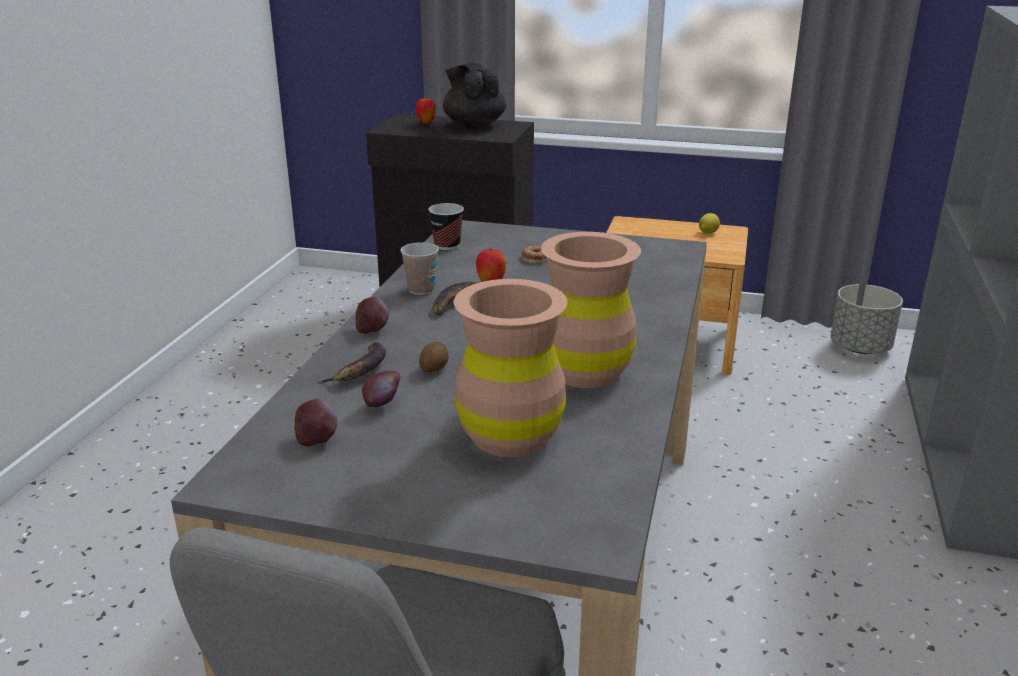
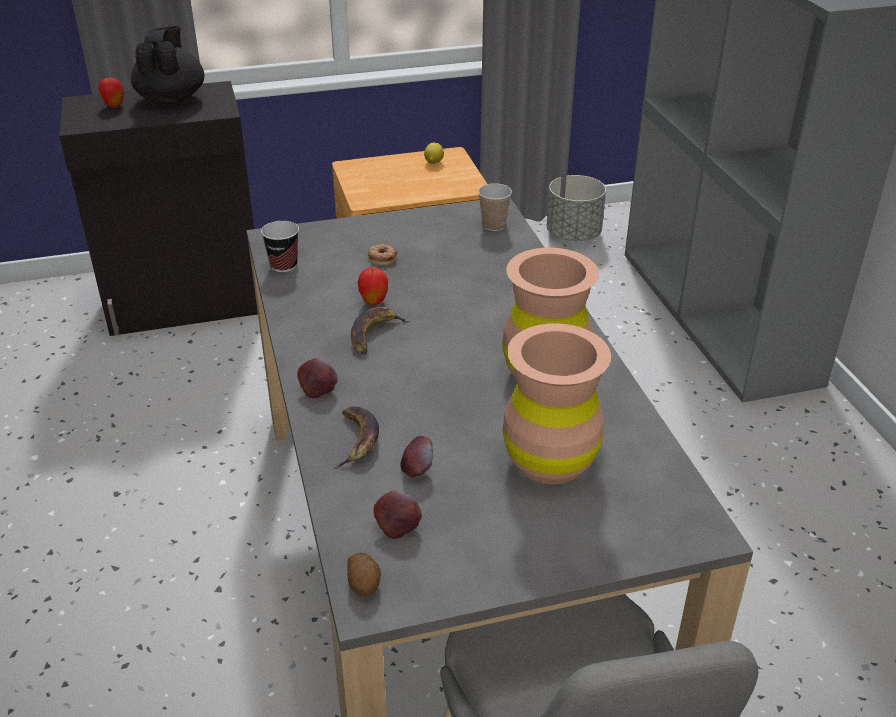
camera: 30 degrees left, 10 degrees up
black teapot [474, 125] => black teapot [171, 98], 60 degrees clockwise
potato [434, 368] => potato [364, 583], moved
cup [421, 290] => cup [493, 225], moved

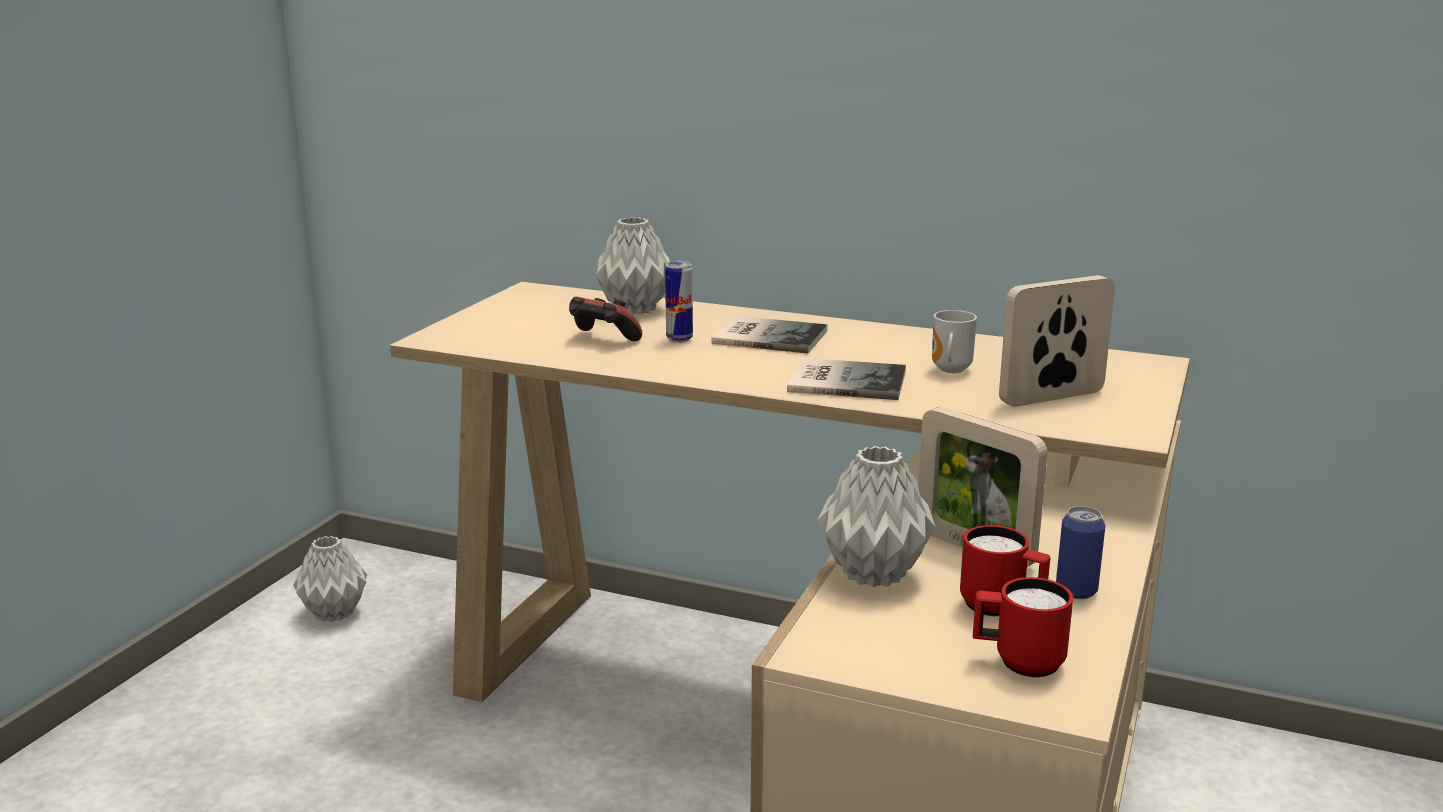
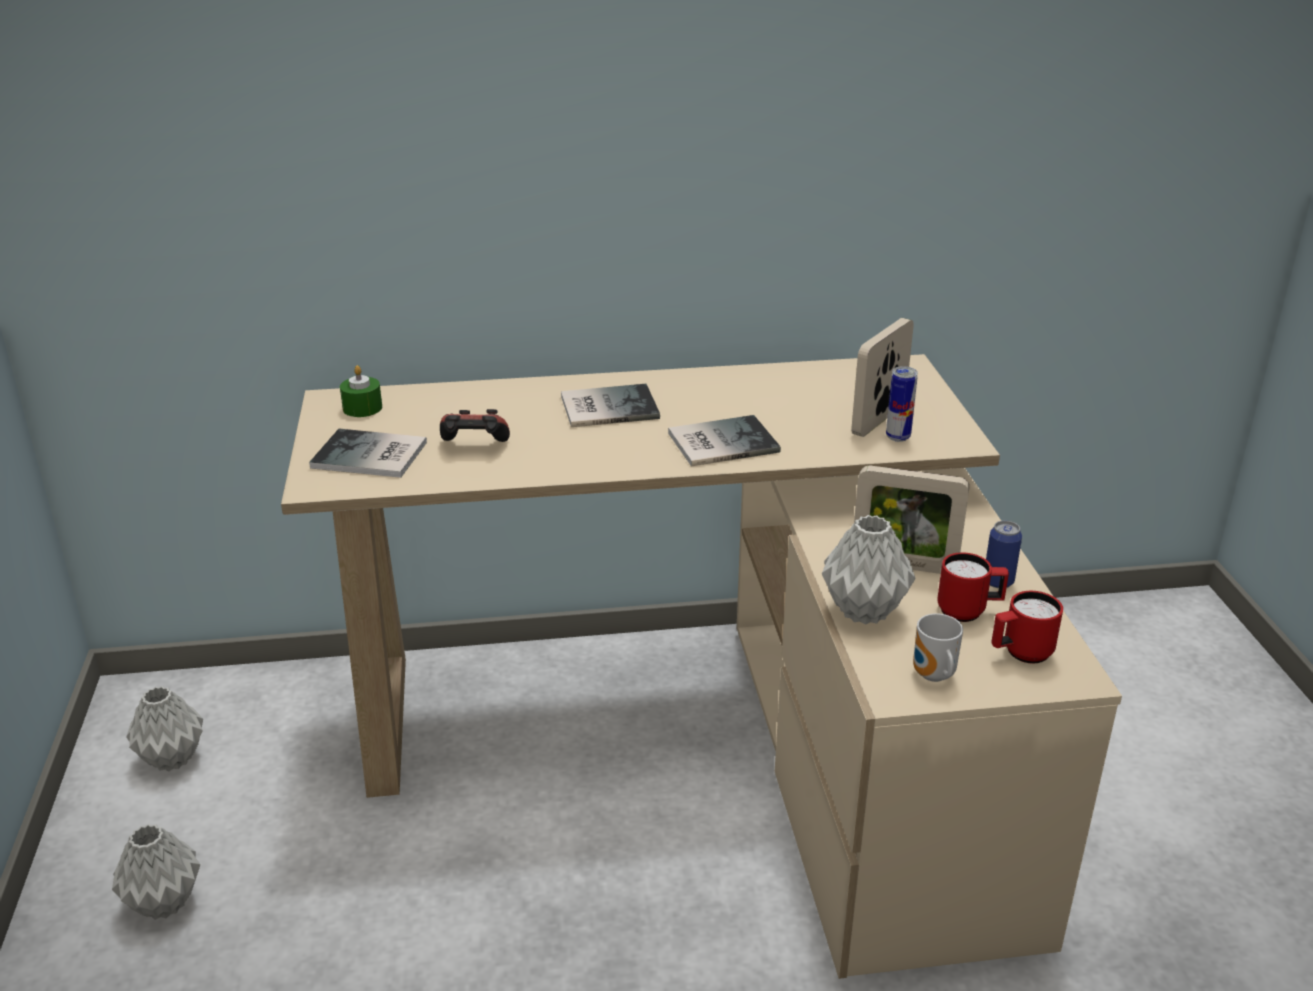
camera: 30 degrees left, 10 degrees up
grey vase [634, 309] => grey vase [163, 902], moved
nothing => book [371, 457]
nothing => green candle [362, 408]
can [679, 339] => can [898, 437], moved
mug [949, 370] => mug [932, 677], moved

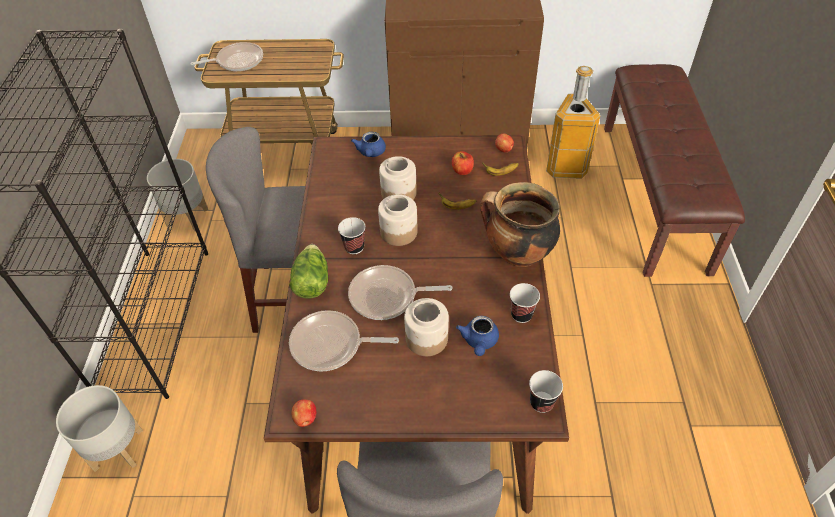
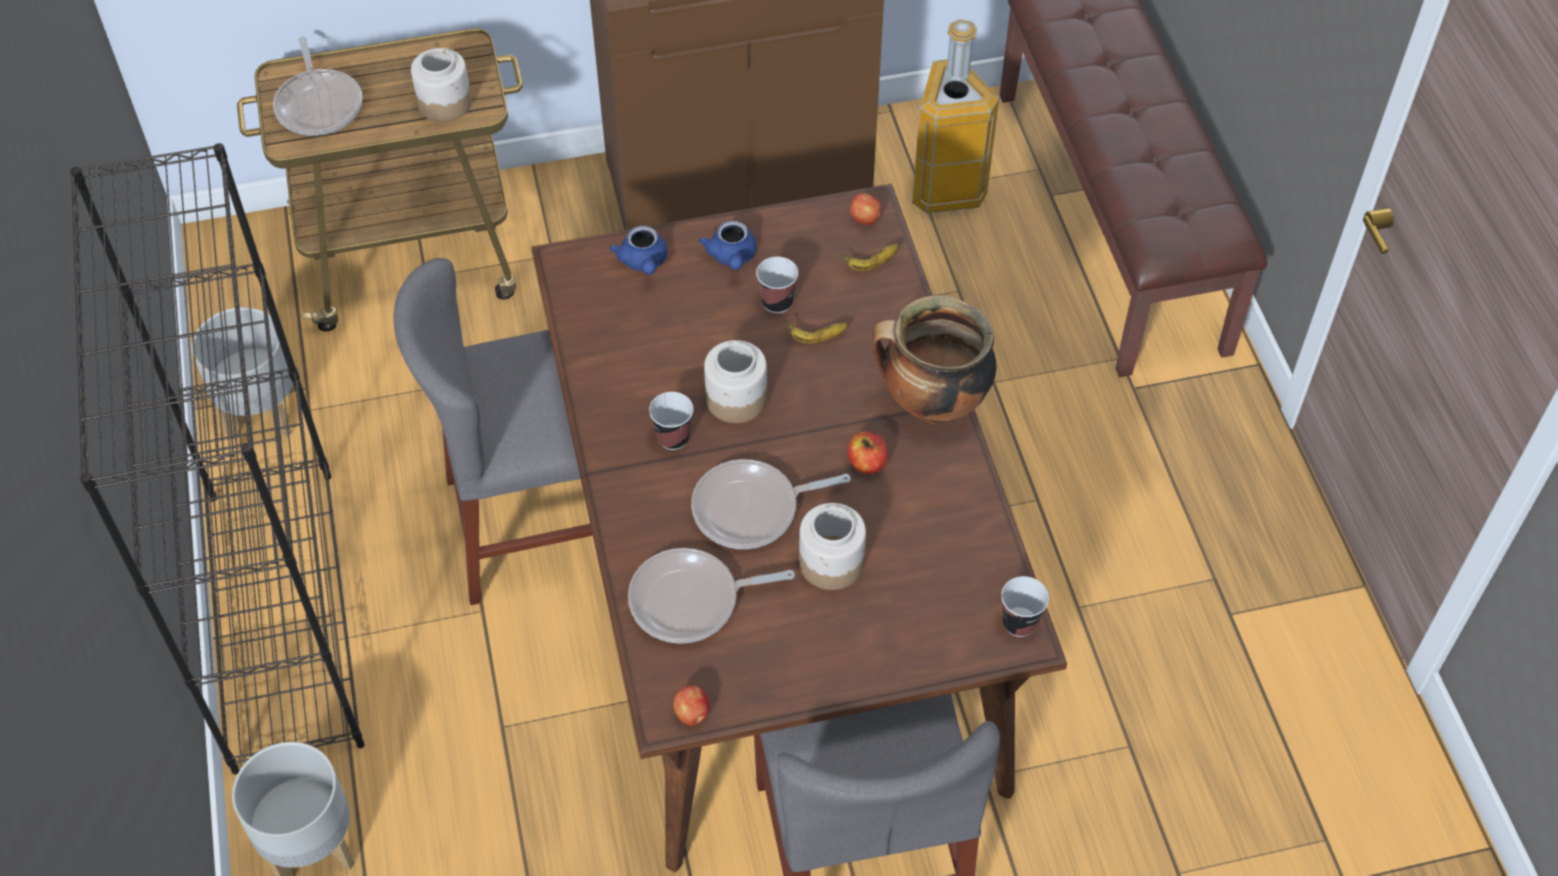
camera: 15 degrees left, 5 degrees up
frying pan [237, 61] => frying pan [319, 104], 105 degrees clockwise
jar [399, 193] => jar [445, 103], moved
blue teapot [479, 342] => blue teapot [732, 257], moved
cup [521, 314] => cup [777, 302], moved
apple [462, 170] => apple [867, 463], moved
lettuce [311, 281] => nothing

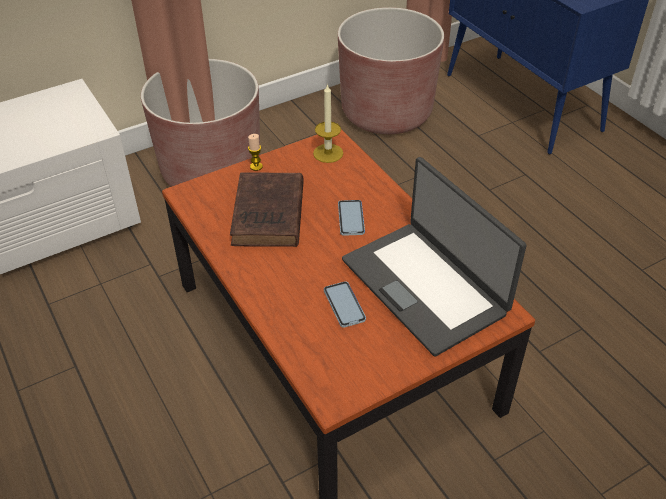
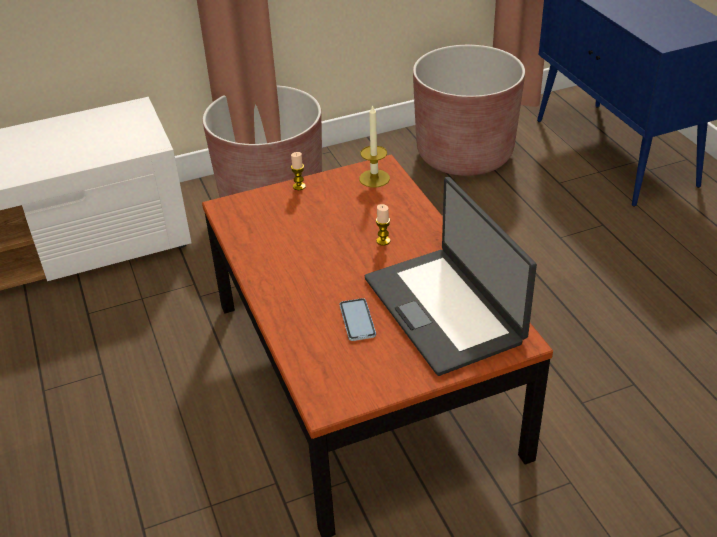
camera: 10 degrees right, 5 degrees down
phone [351, 218] => candle [383, 241]
brown book [268, 216] => nothing

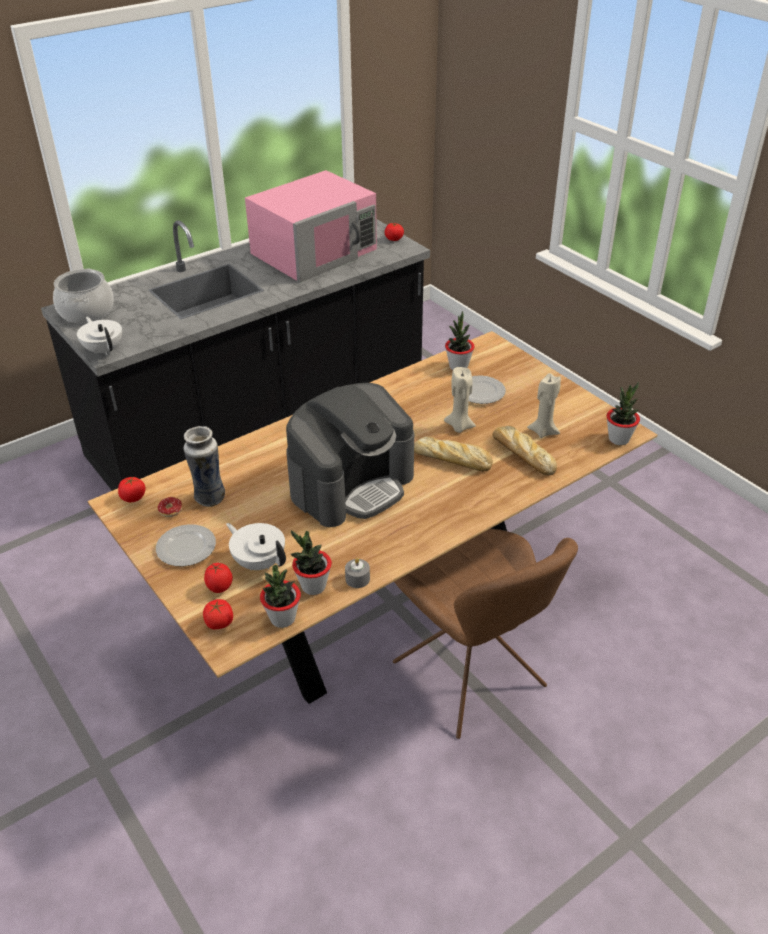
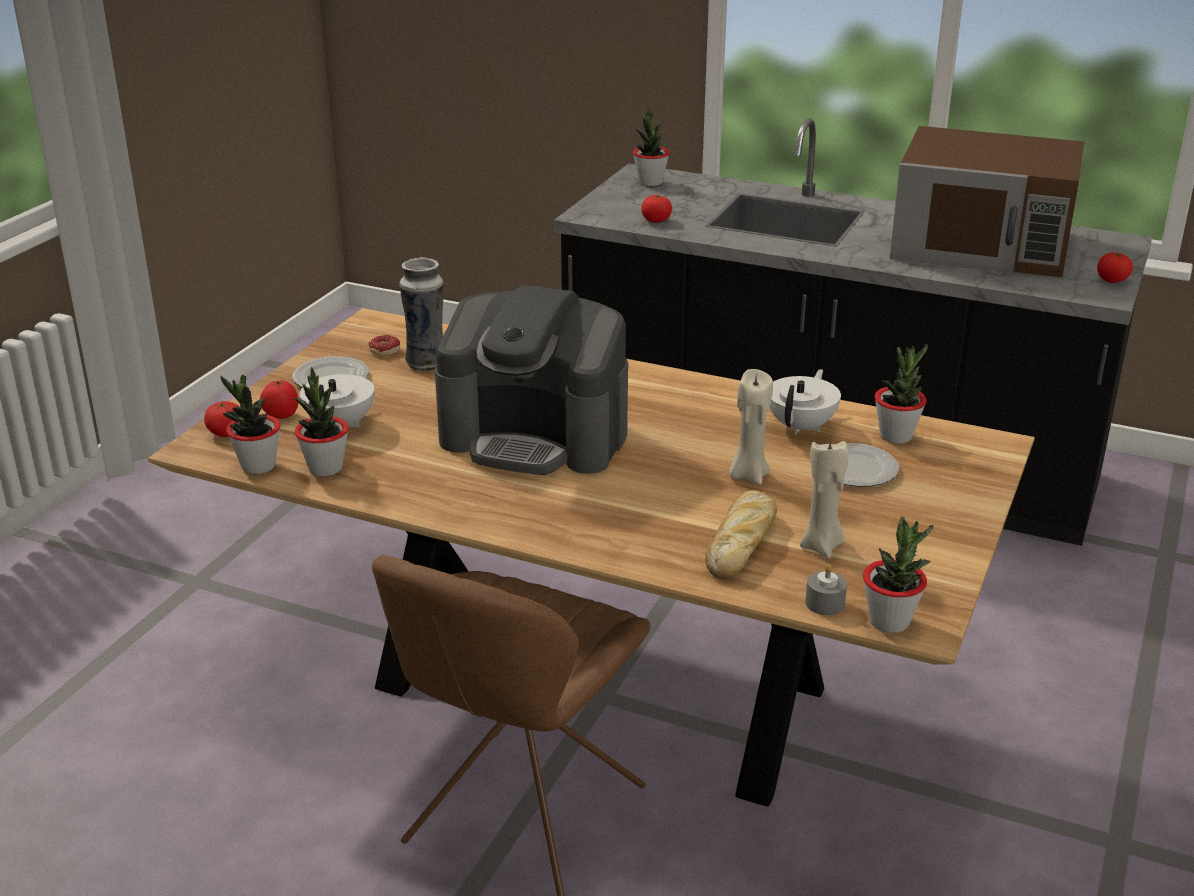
camera: 60 degrees right, 10 degrees down
cooking pot [86, 311] => potted plant [650, 182]
tomato [133, 497] => tomato [656, 220], moved
white teapot [104, 350] => white teapot [802, 426], moved
grey candle [357, 579] => grey candle [825, 603], moved
pink microwave [315, 251] => brown microwave [982, 245]
bread [453, 459] => nothing

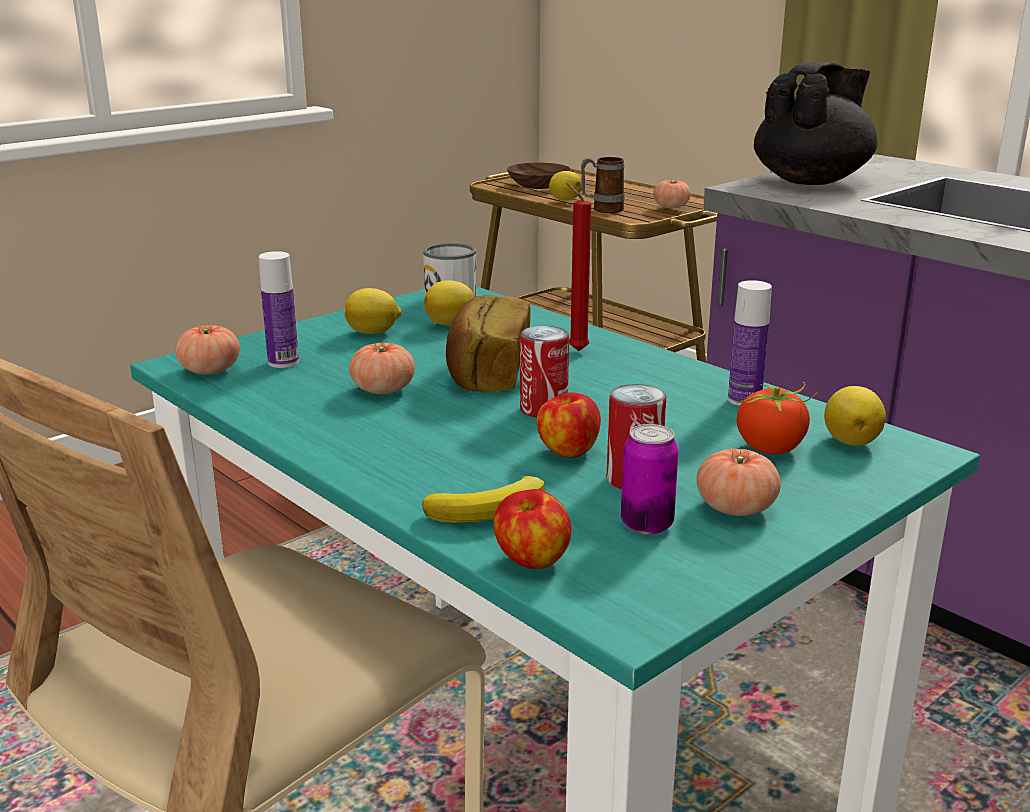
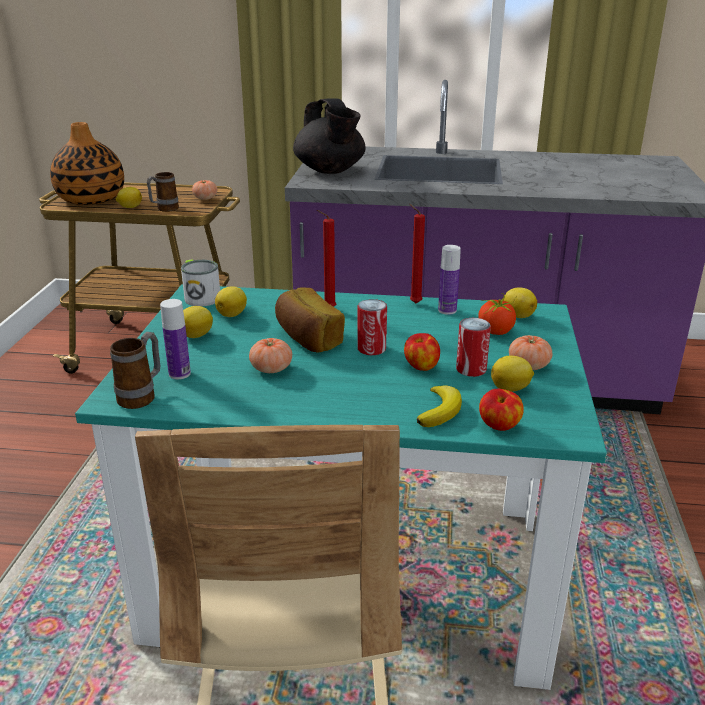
camera: 40 degrees left, 5 degrees up
brown bowl [540, 185] => vase [92, 199]
tomato [210, 370] => mug [142, 396]
black teapot [812, 181] => black teapot [330, 171], 150 degrees clockwise
nothing => red candle [413, 303]
can [647, 524] => lemon [511, 389]

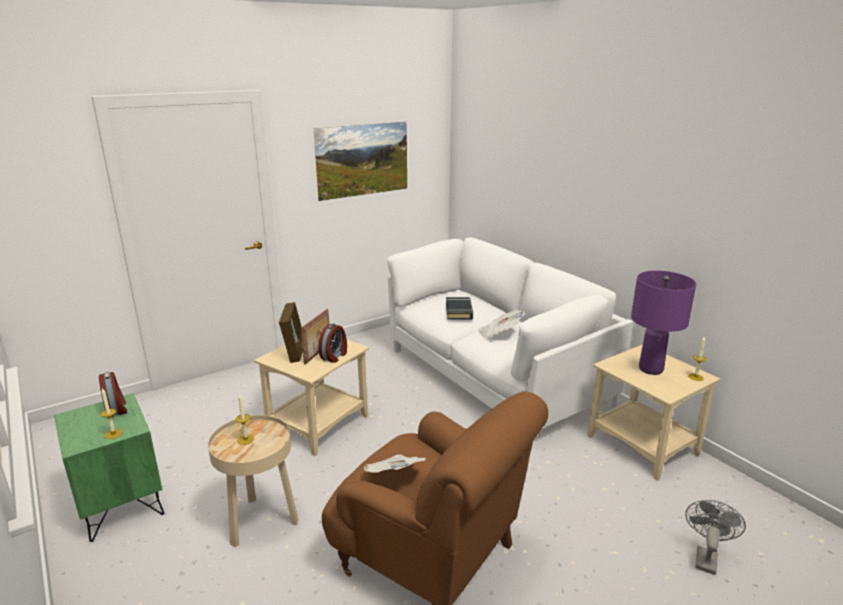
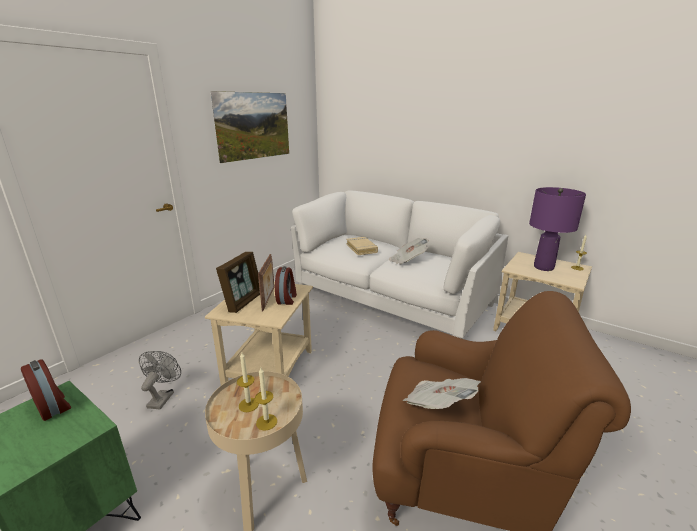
camera: 20 degrees left, 0 degrees up
grey fan [705, 557] => grey fan [163, 397], moved
picture frame [294, 352] => picture frame [243, 302], 45 degrees clockwise
candle [113, 434] => candle [266, 422], moved
black book [459, 311] => beige book [362, 248]

